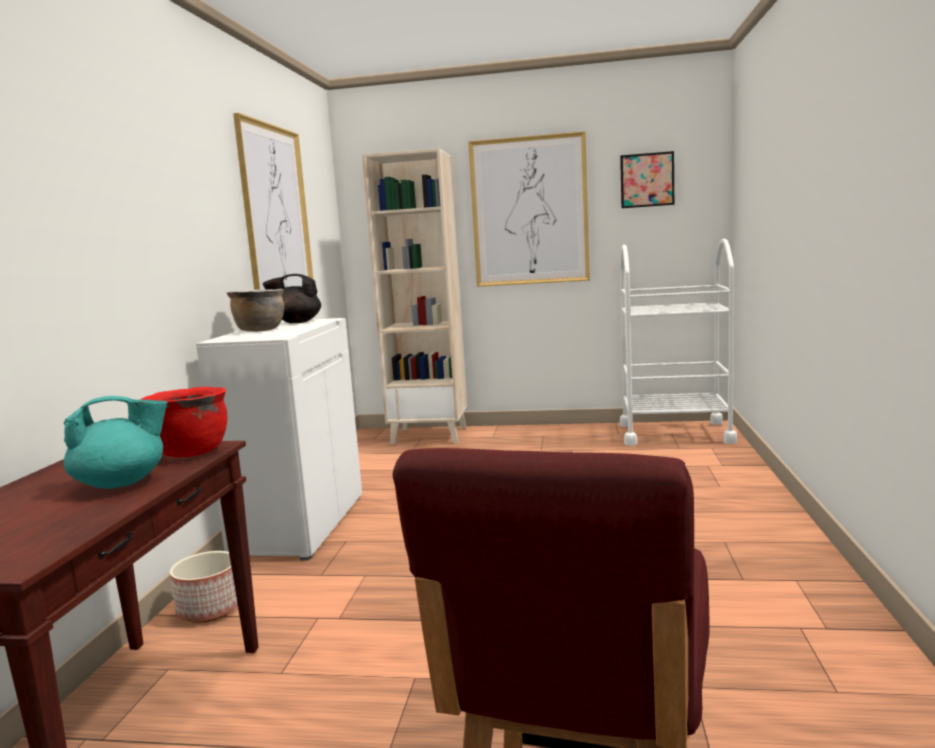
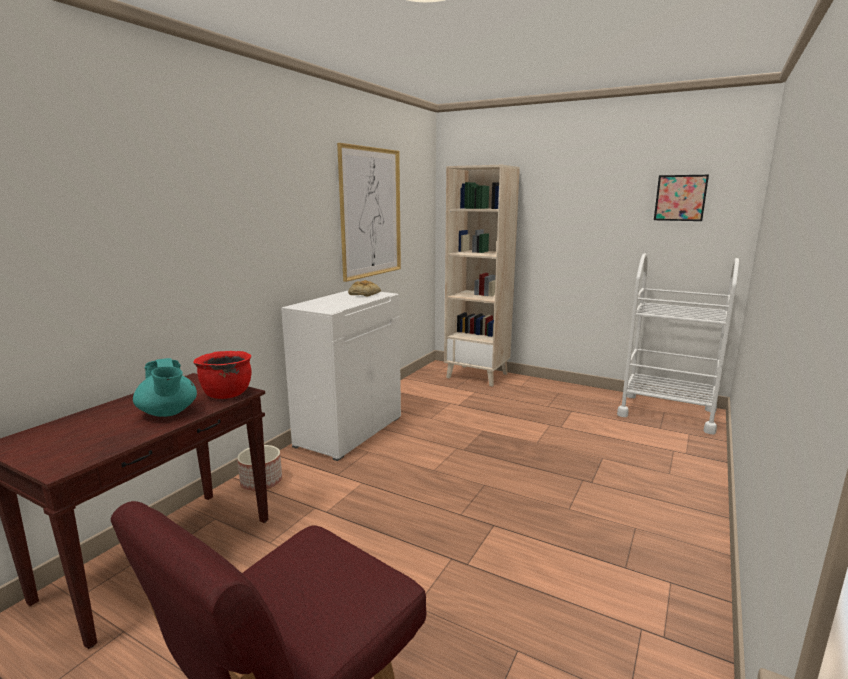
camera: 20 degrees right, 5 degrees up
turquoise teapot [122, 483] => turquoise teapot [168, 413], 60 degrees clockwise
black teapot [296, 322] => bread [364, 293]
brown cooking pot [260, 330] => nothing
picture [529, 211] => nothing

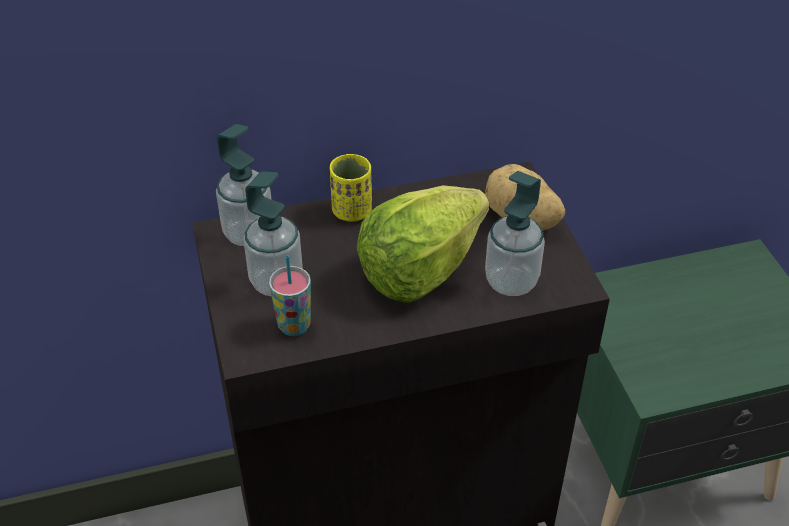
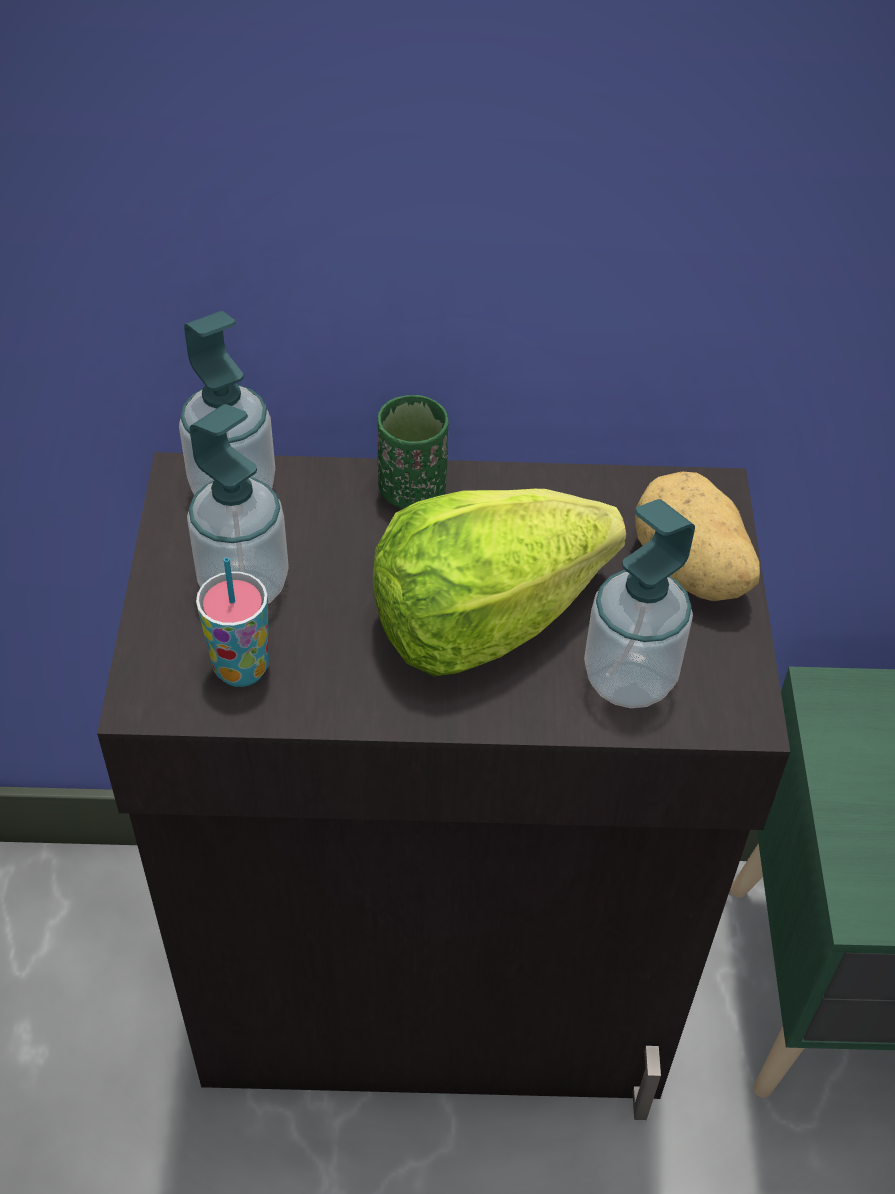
camera: 15 degrees right, 5 degrees up
yellow cup [352, 211] => green cup [412, 490]

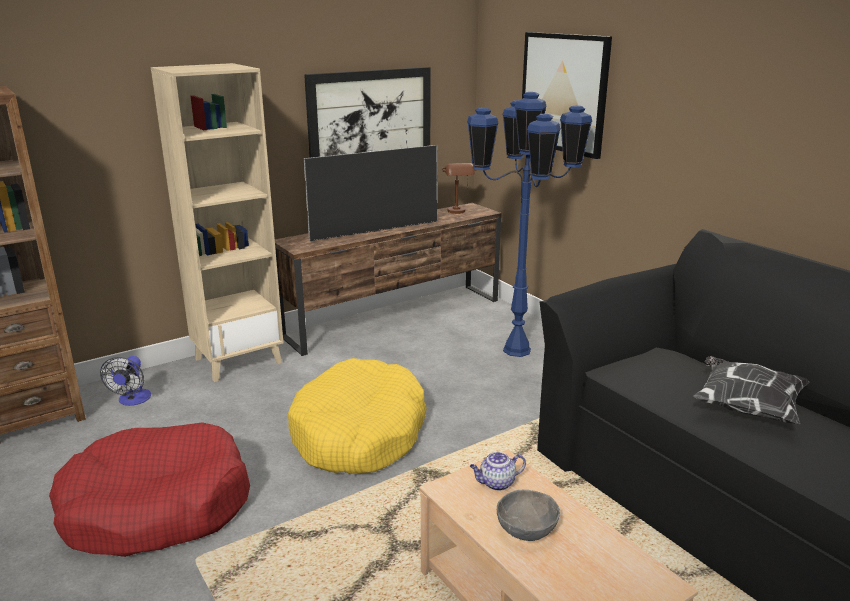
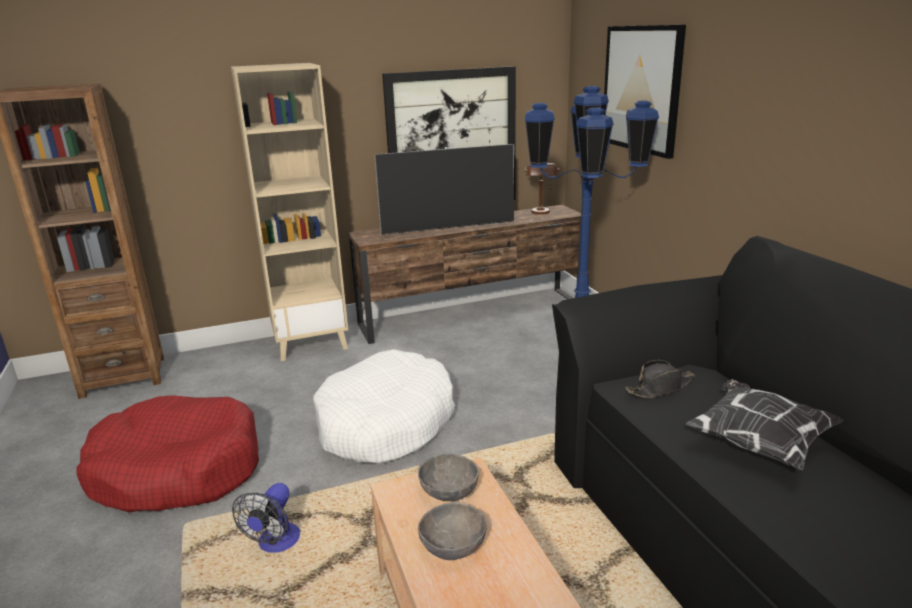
camera: 15 degrees right, 0 degrees up
fan [132, 400] => fan [275, 544], moved
yellow dog bed [359, 433] => white dog bed [386, 423]
teapot [496, 483] => grey bowl [449, 492]
nothing => black hat [660, 388]

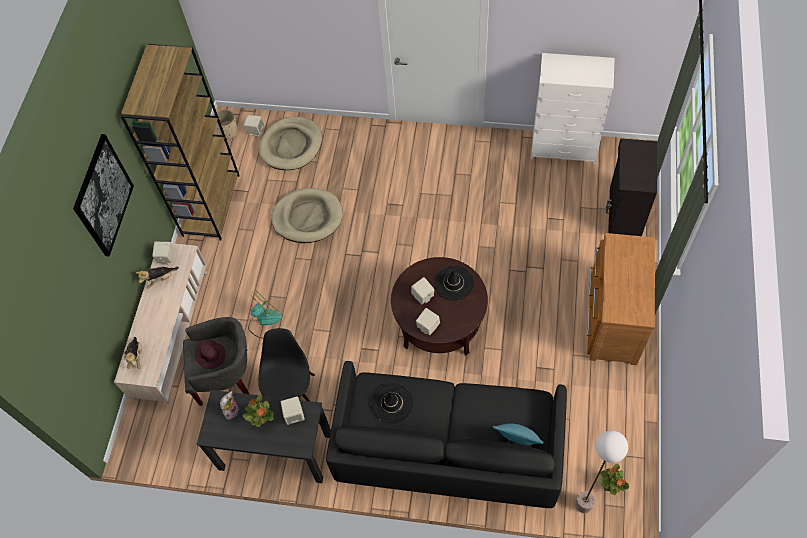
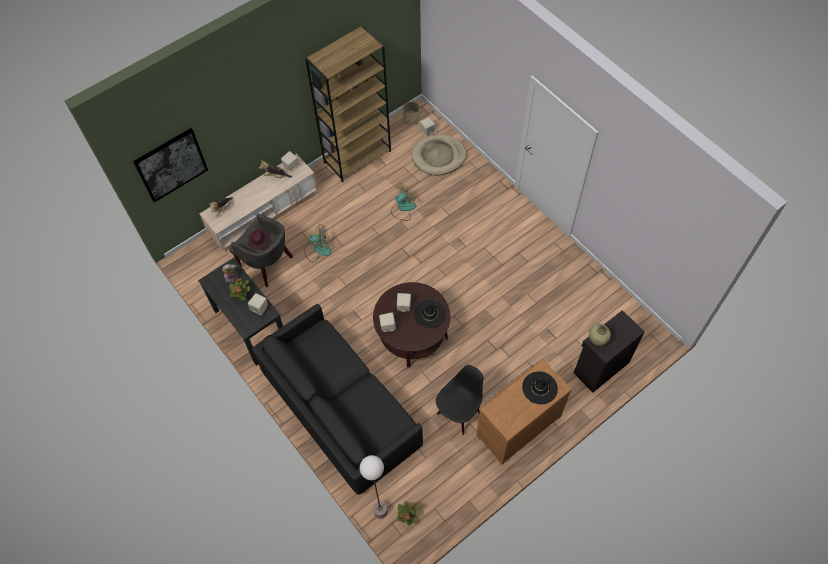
camera: 40 degrees right, 0 degrees up
picture [103, 196] => picture [171, 165], moved
beige dog bed [307, 217] => fan [403, 208]
black chair [292, 391] => black chair [459, 413], moved
black hat [391, 403] => black hat [539, 388], moved
nothing => beige vase [597, 340]
turquoise pillow [517, 441] => nothing
white dresser [564, 148] => nothing

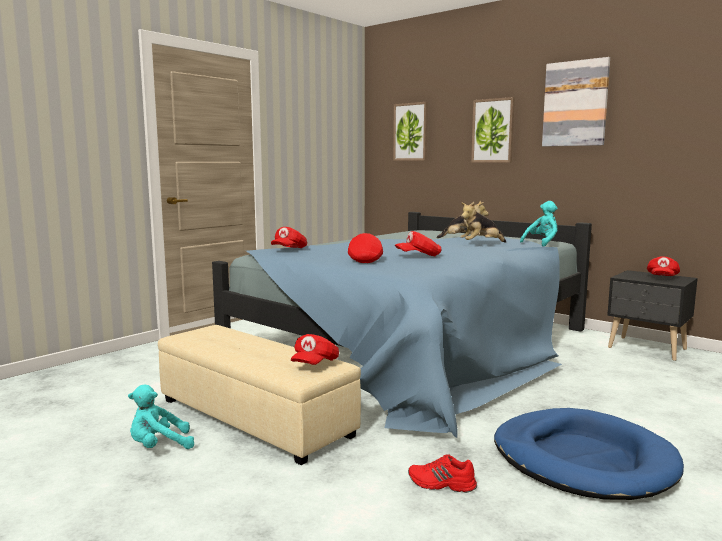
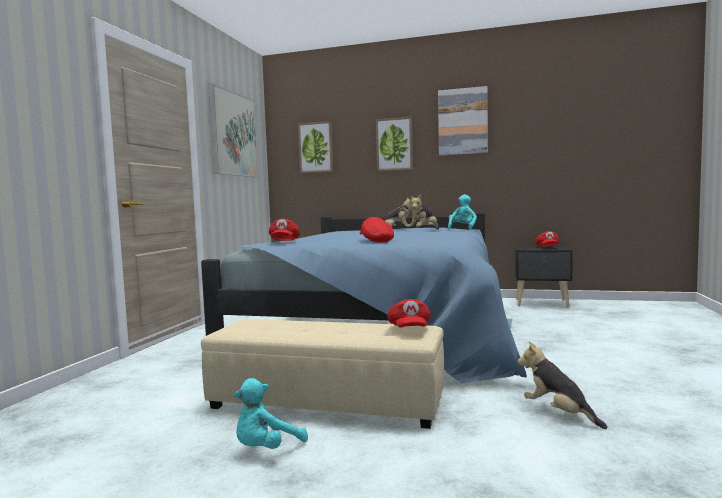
camera: 25 degrees left, 5 degrees down
nothing => picture [234, 134]
red shoe [441, 484] => plush toy [558, 413]
red cap [418, 256] => nothing
blue dog bed [583, 459] => nothing

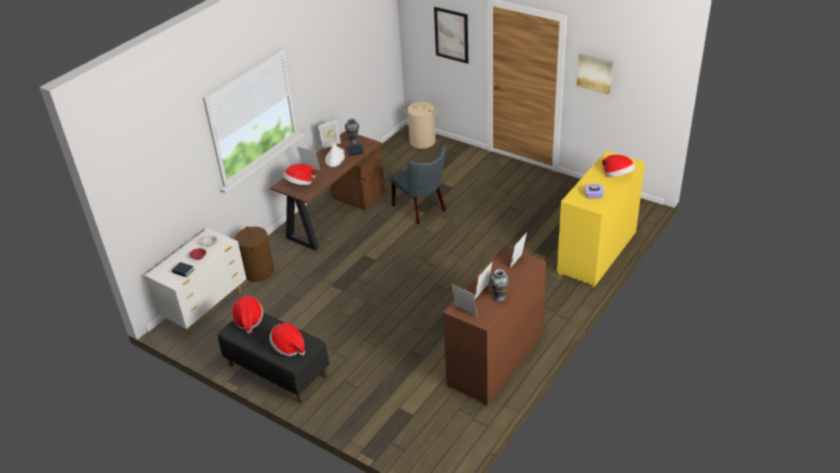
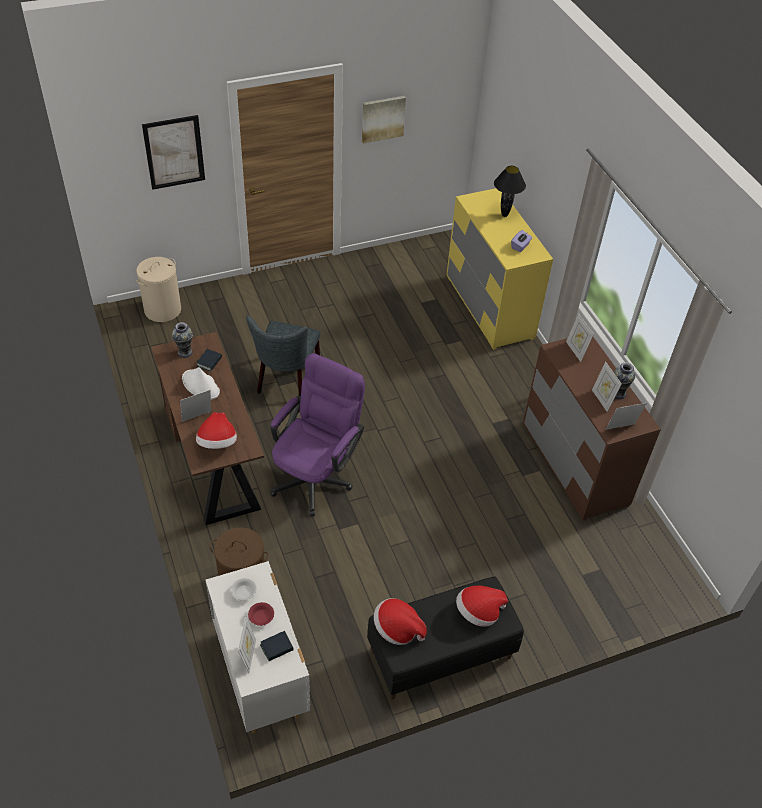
camera: 60 degrees left, 10 degrees up
picture frame [331, 145] => picture frame [248, 655], moved
grey chair [421, 209] => grey chair [286, 381], 105 degrees clockwise
nothing => purple office chair [316, 475]
hat [617, 176] => black table lamp [504, 214]

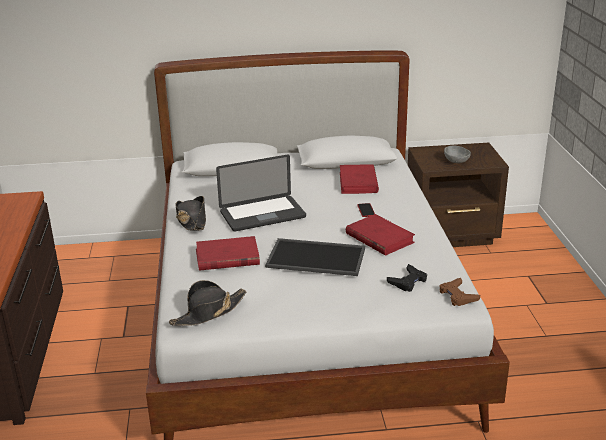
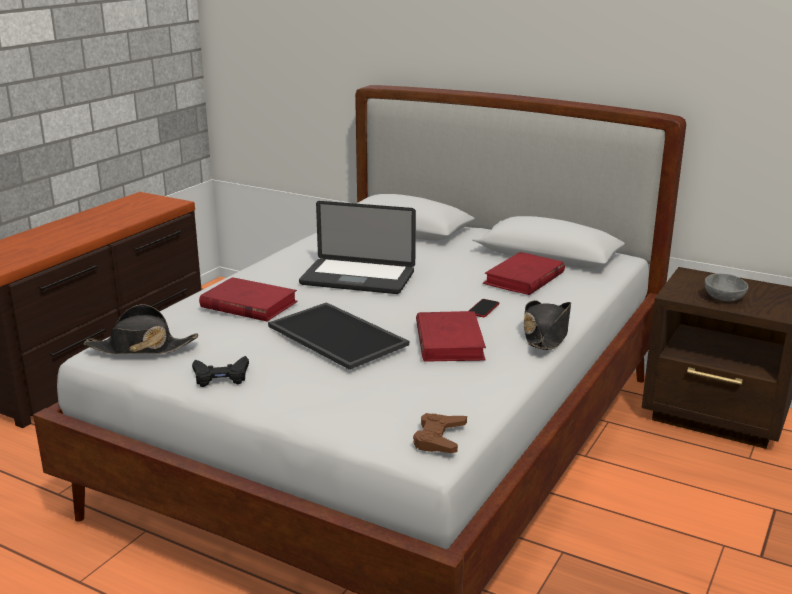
camera: 35 degrees right, 5 degrees down
black game controller [408, 282] => black game controller [221, 376], moved
black hat [191, 220] => black hat [546, 334], moved

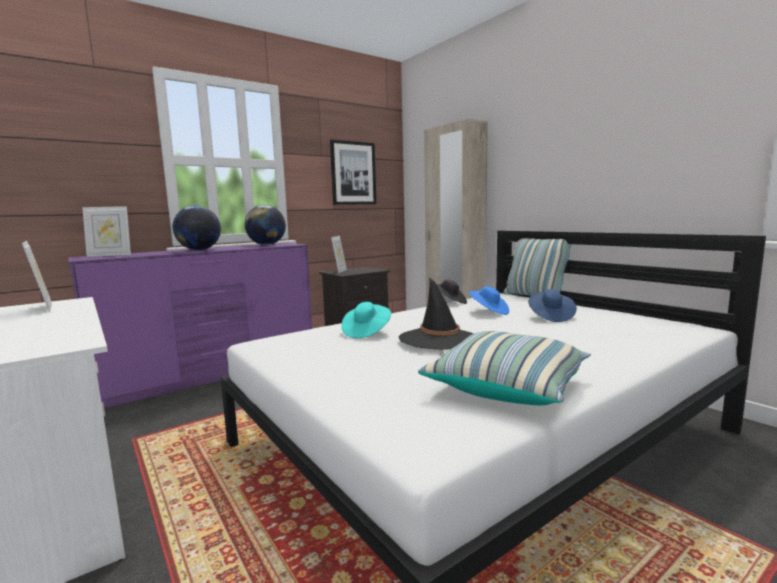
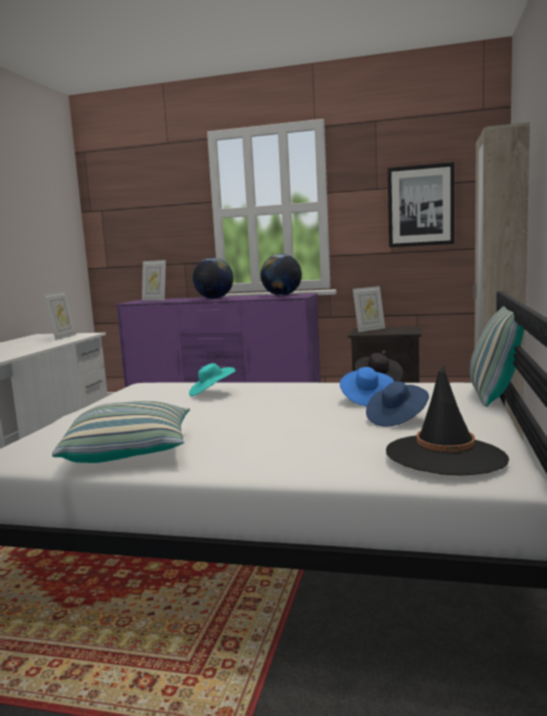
camera: 50 degrees right, 0 degrees up
black hat [439, 339] => black hat [445, 455], moved

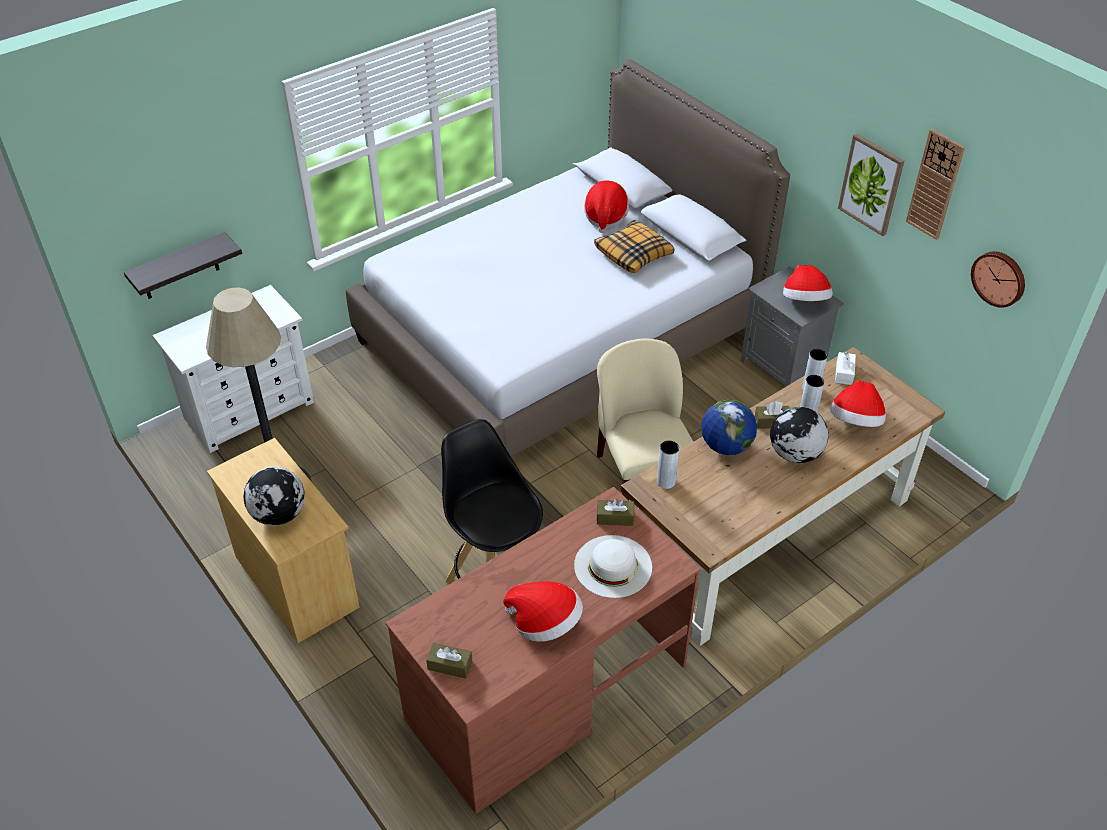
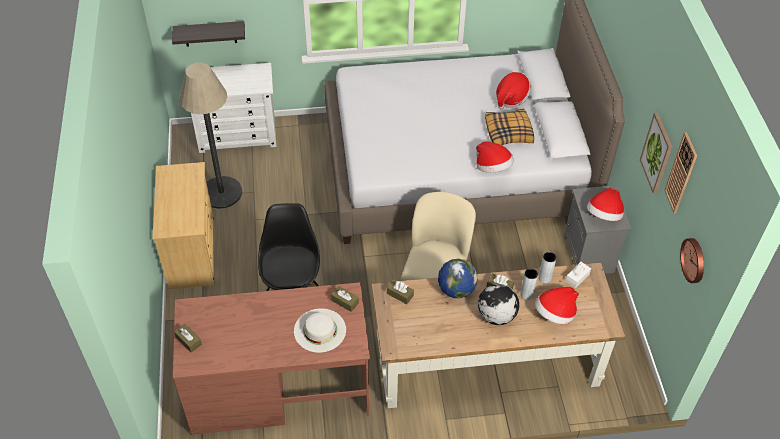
camera: 30 degrees right, 5 degrees up
grey vase [666, 482] => brown tissue box [400, 294]
hat [545, 623] => hat [492, 167], moved
globe [279, 515] => nothing

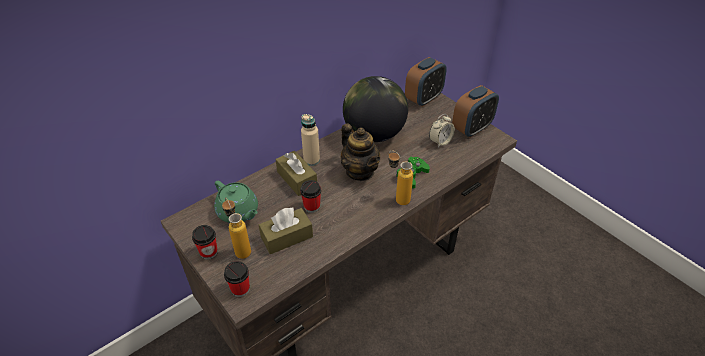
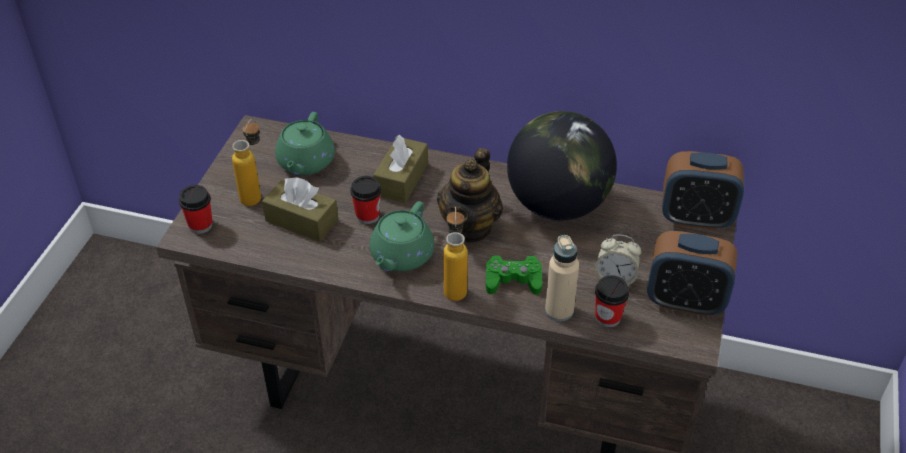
camera: 55 degrees right, 0 degrees up
nothing => green teapot [401, 256]
beige bottle [311, 160] => beige bottle [559, 310], moved
cup [209, 252] => cup [607, 317], moved

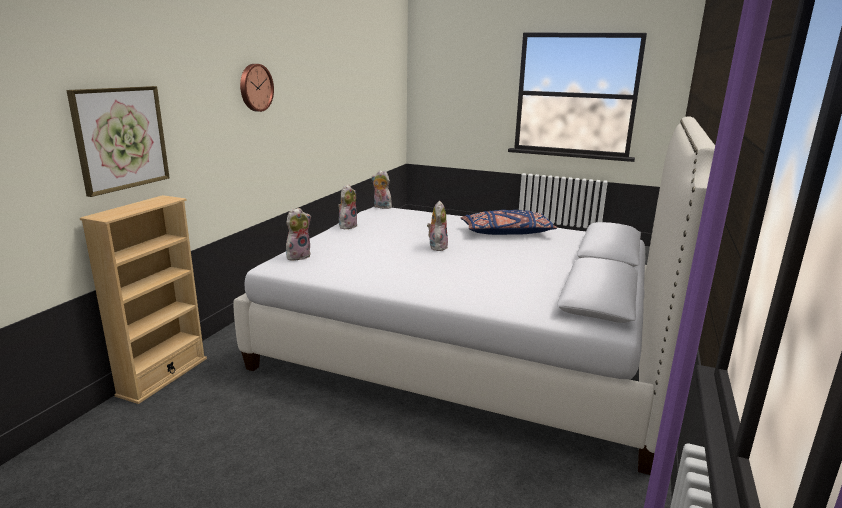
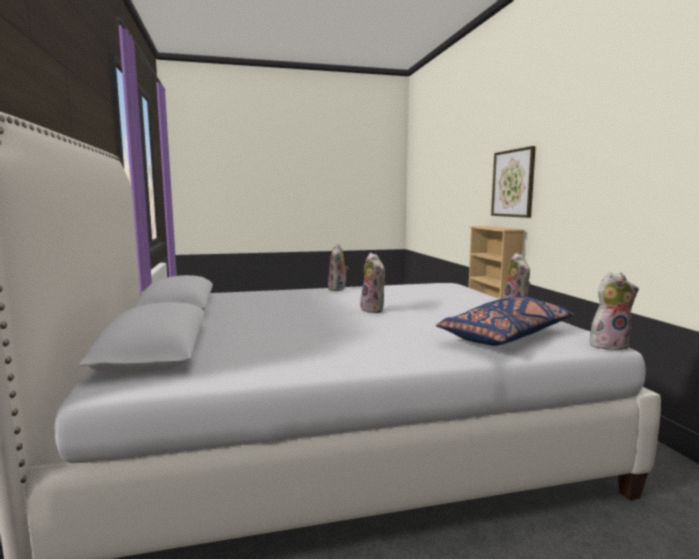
camera: 145 degrees right, 10 degrees down
plush toy [298, 256] => plush toy [338, 289], moved
blue pillow [506, 233] => blue pillow [507, 336], moved
wall clock [255, 87] => nothing

